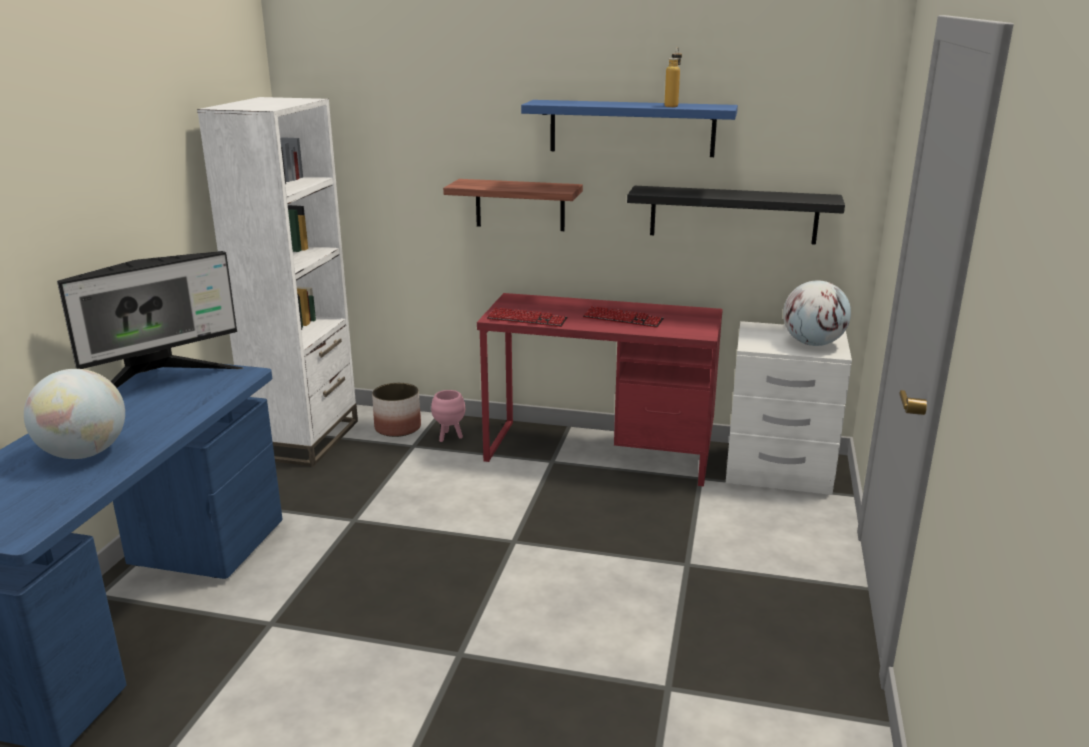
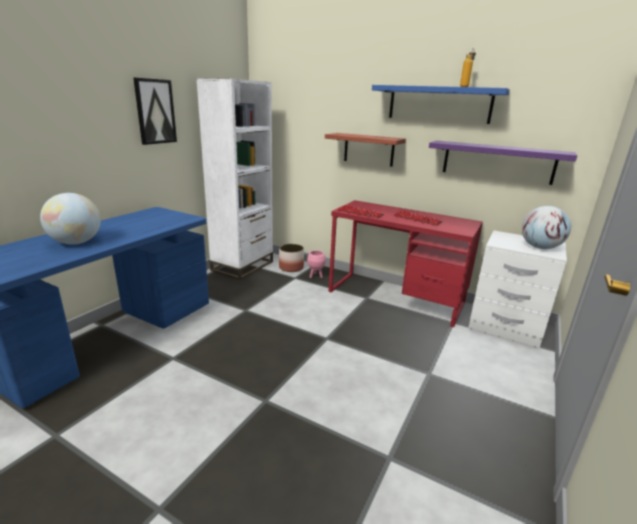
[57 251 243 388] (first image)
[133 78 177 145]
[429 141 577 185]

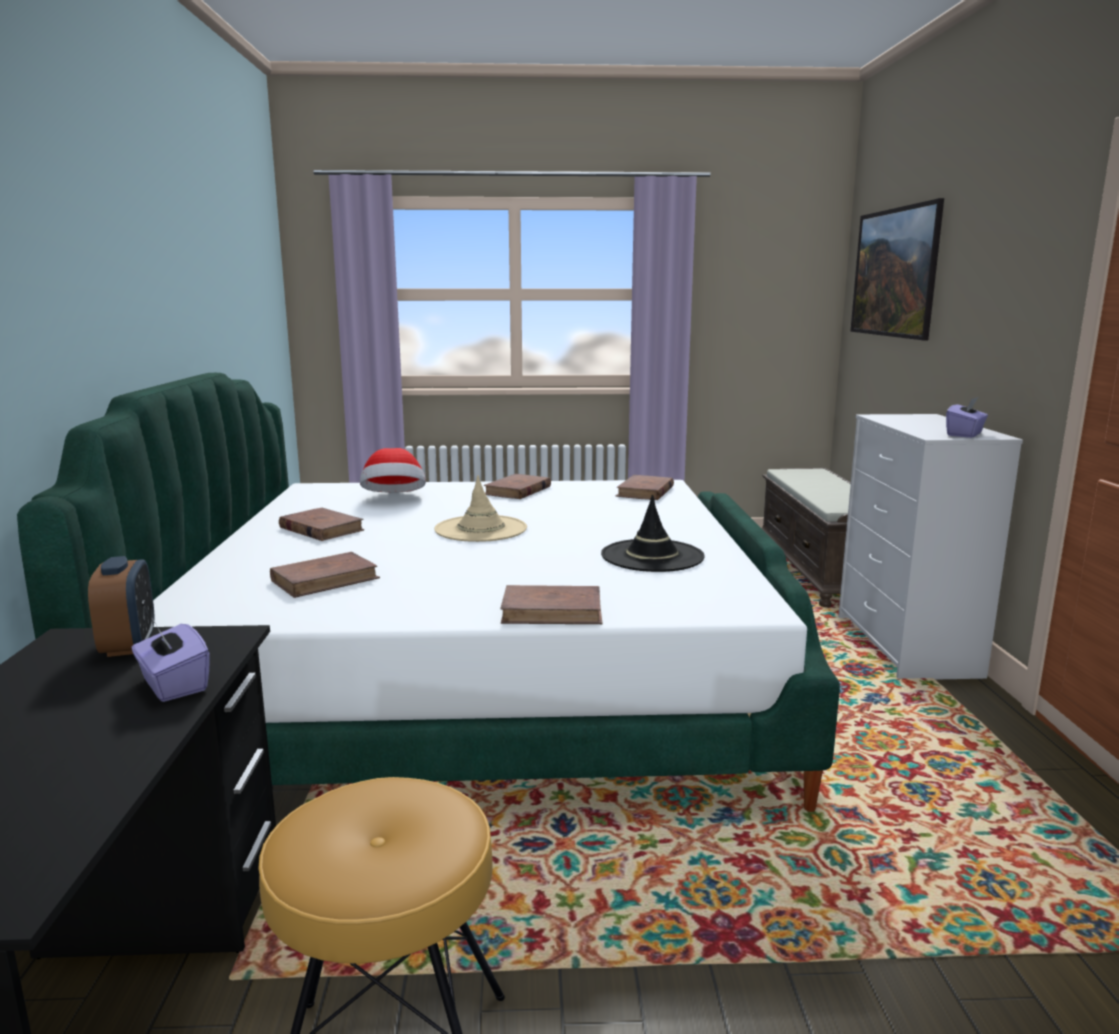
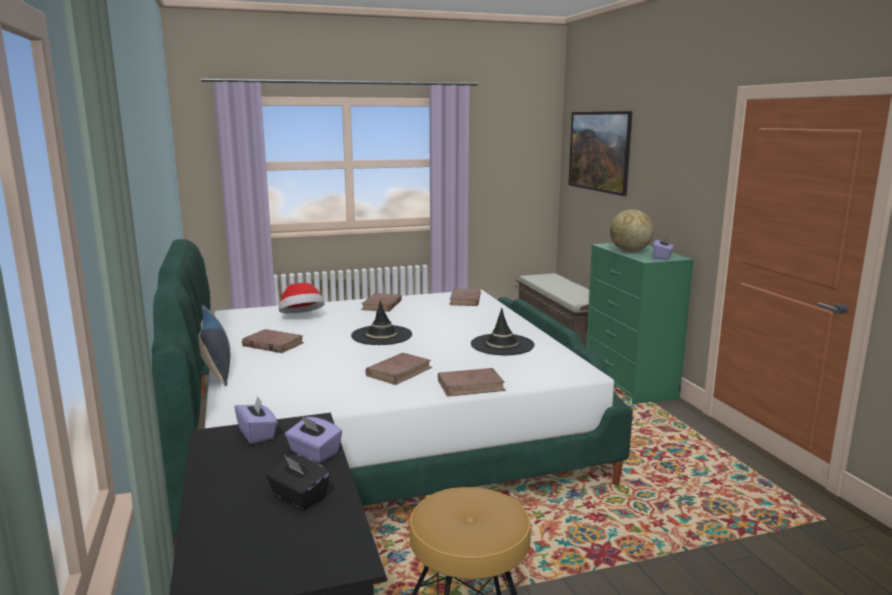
[198 305 230 386]
[266 454 330 510]
[610 209 654 252]
[365 353 432 385]
[234 395 278 444]
[351 301 412 345]
[586 243 694 404]

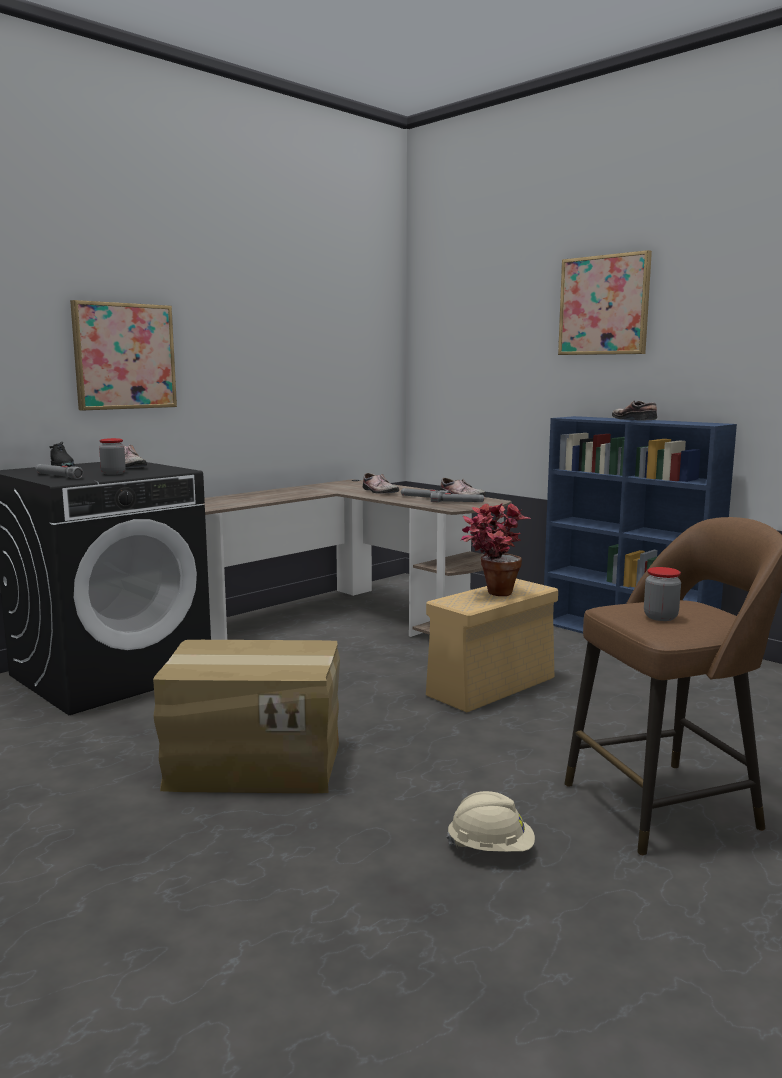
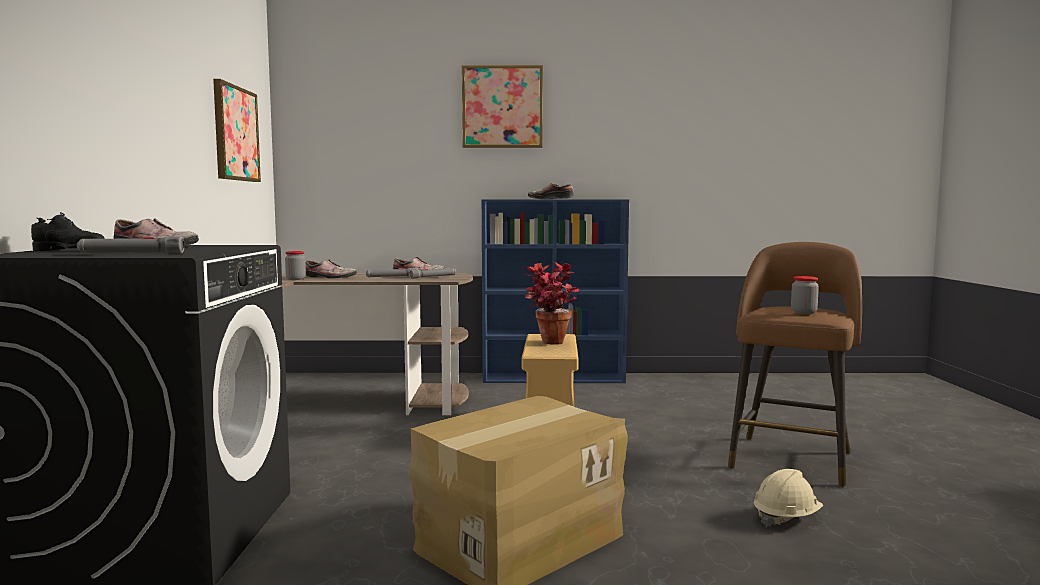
[213 79 261 182]
[285 251 306 280]

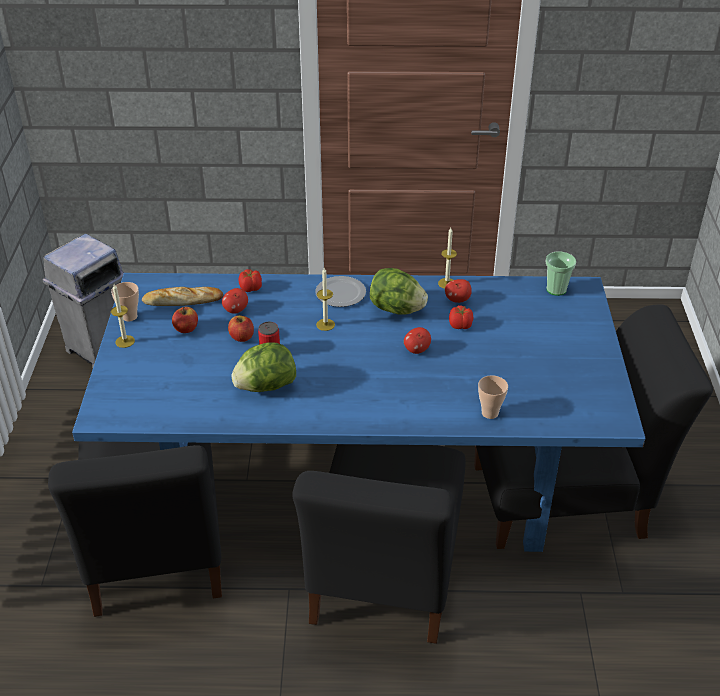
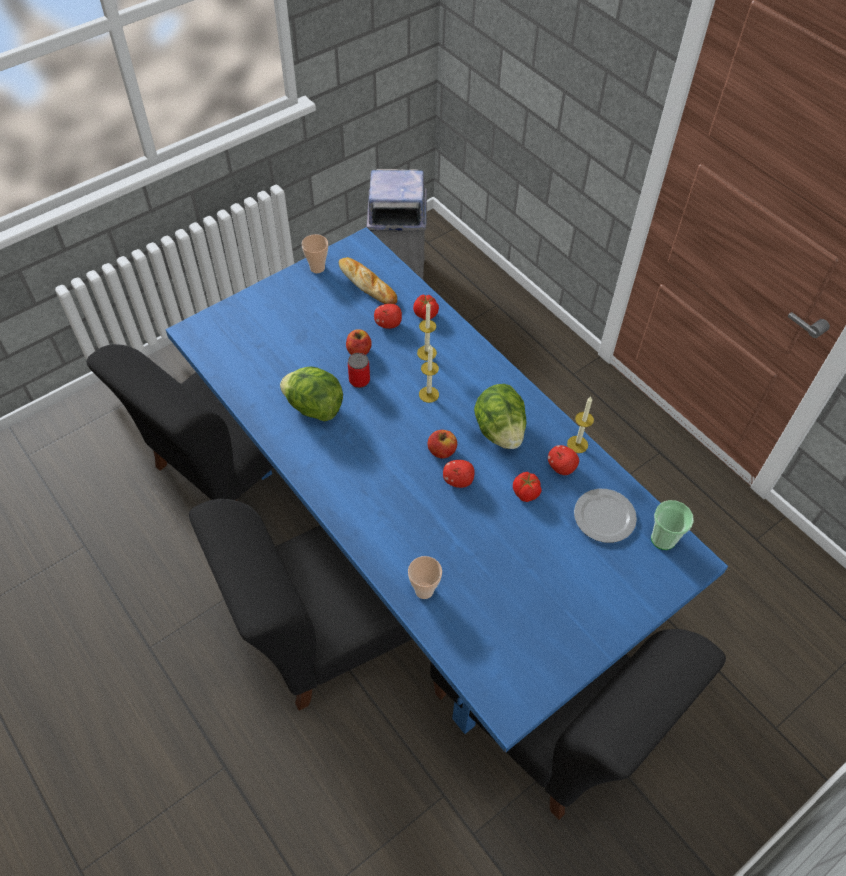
[417 302 437 361]
[428 430 457 459]
[574 489 637 543]

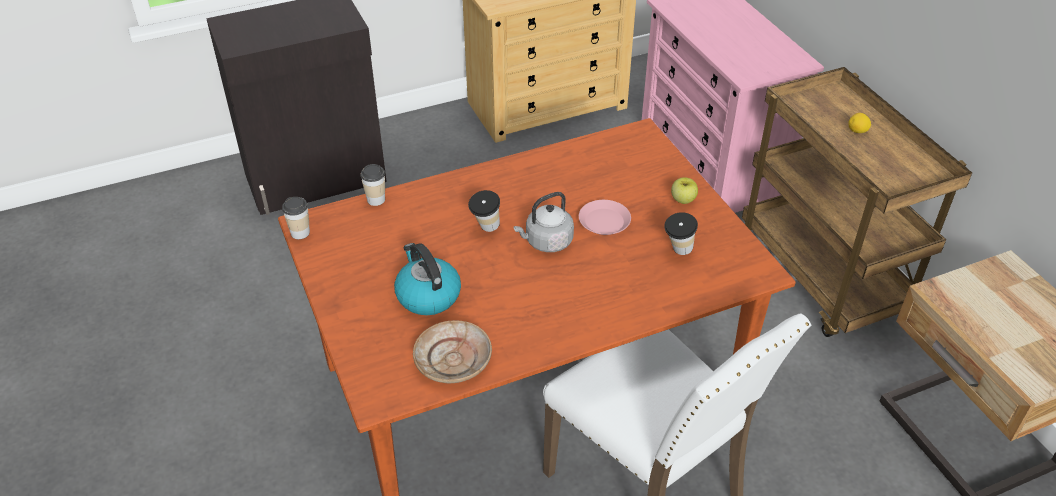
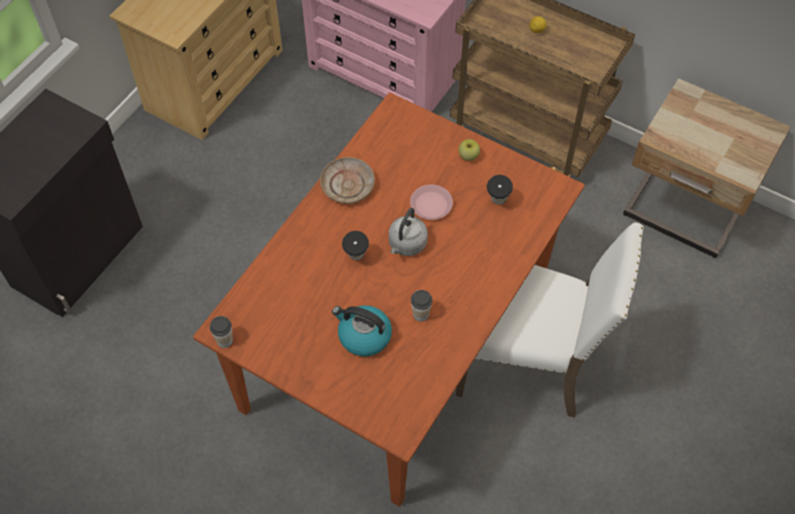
[411 290 432 322]
[320 157 375 204]

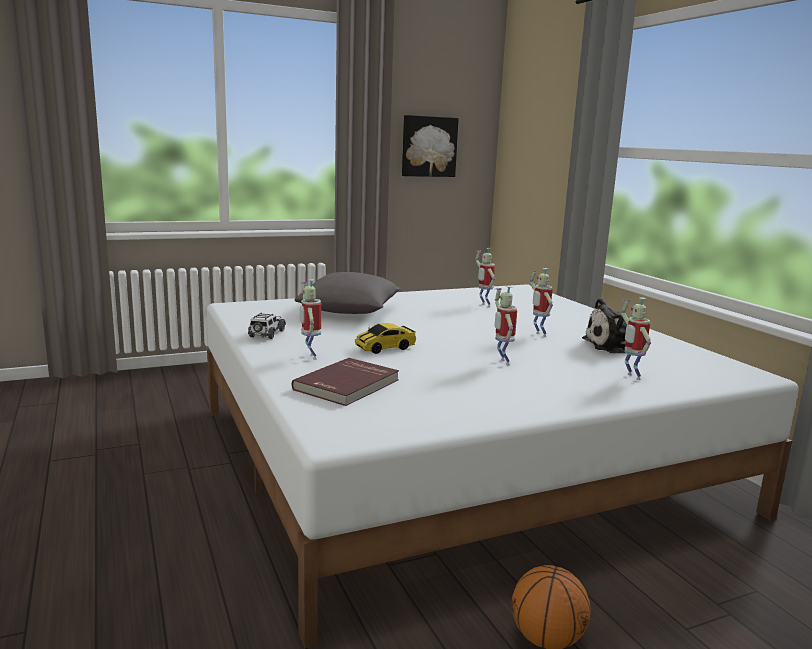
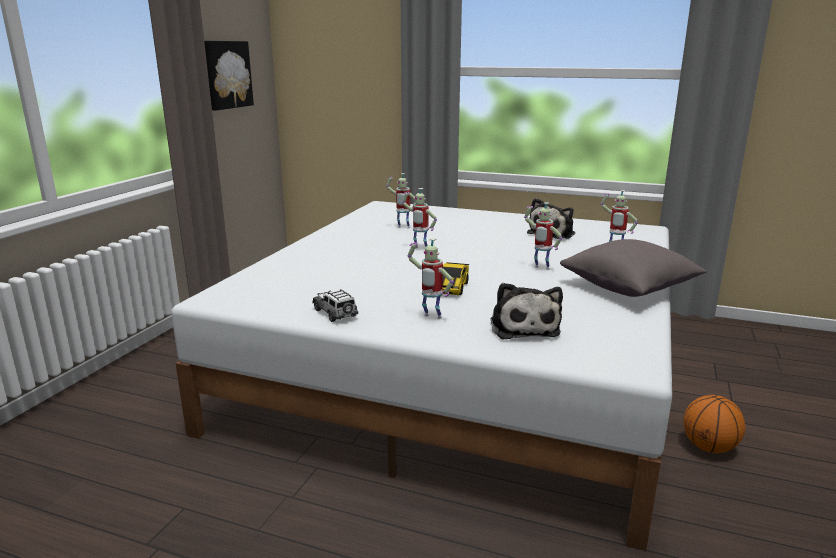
[560 239 707 297]
[402 188 437 248]
[490 283 563 339]

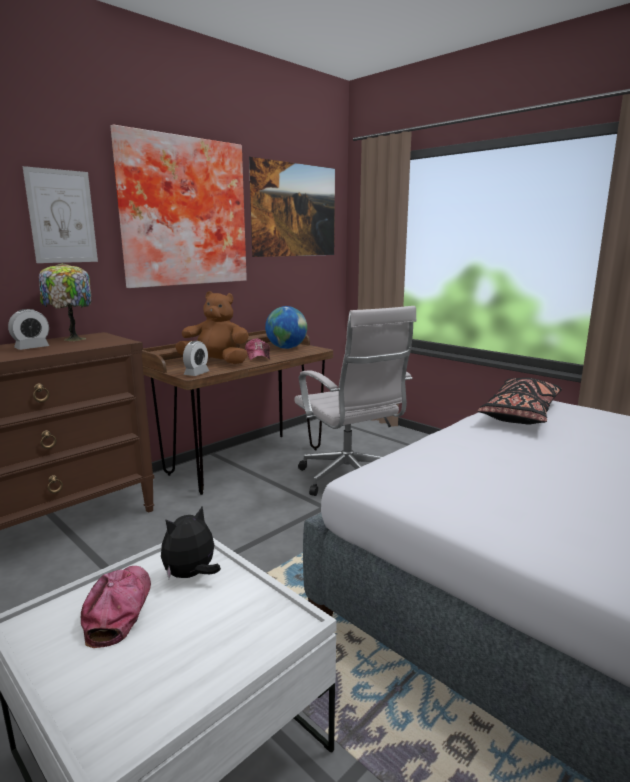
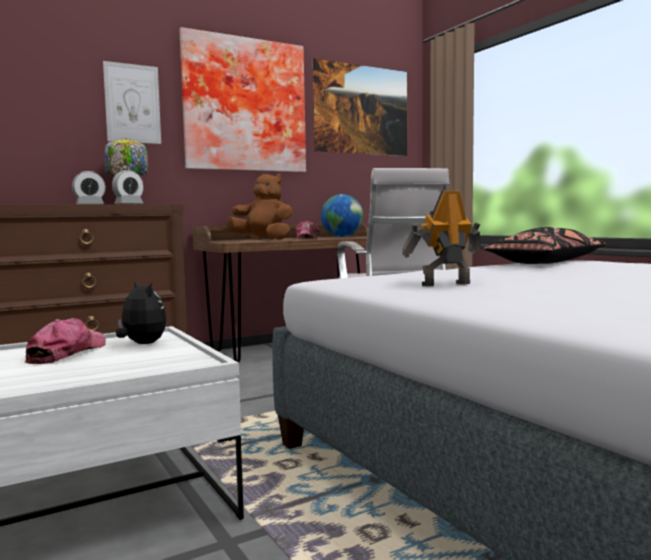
[403 190 480 286]
[112 170 144 204]
[116 281 166 344]

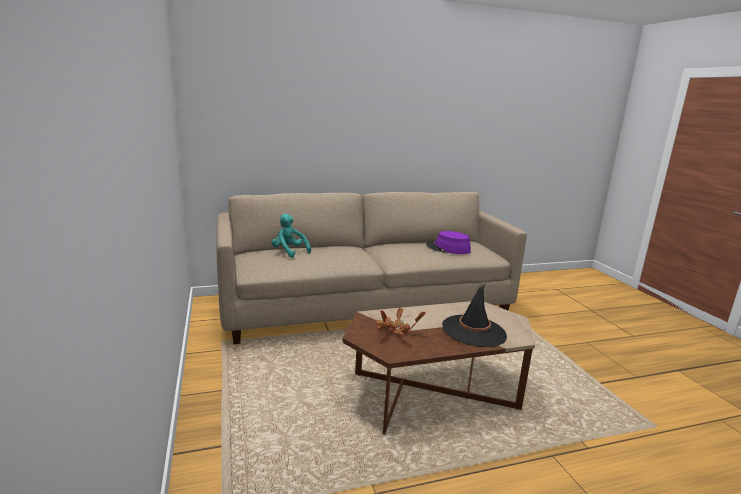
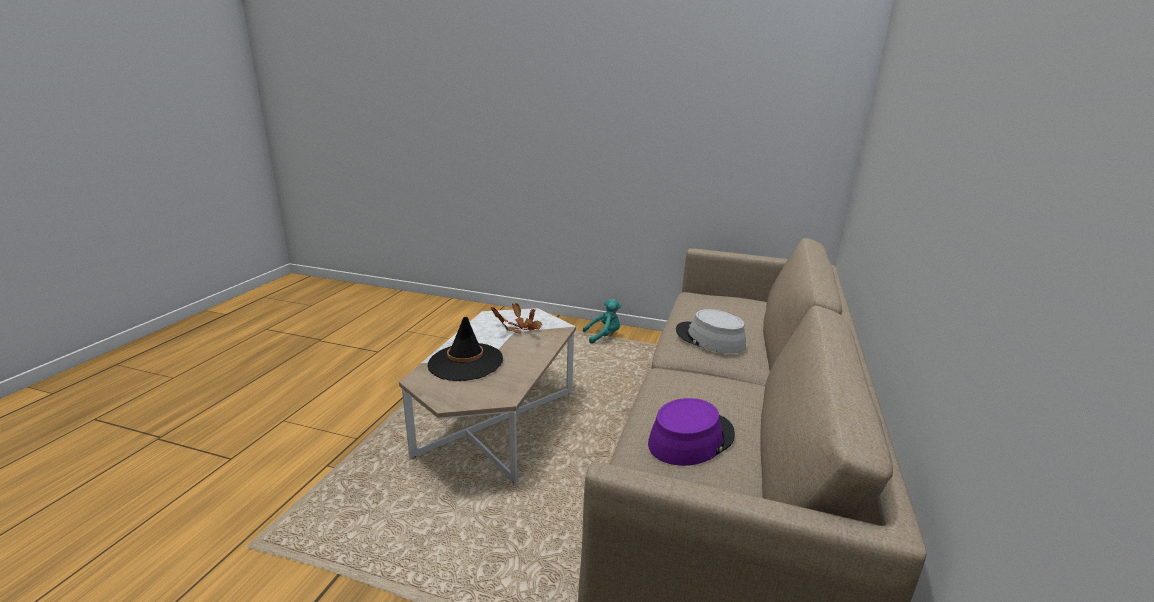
[676 309 746 353]
[583 299 622 344]
[399 308 576 484]

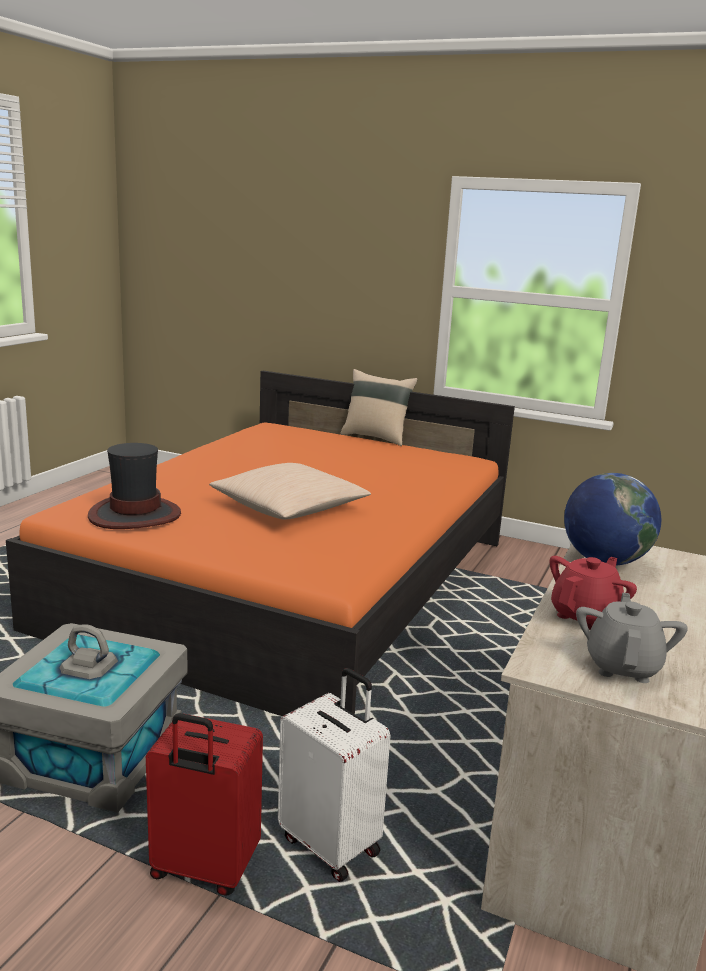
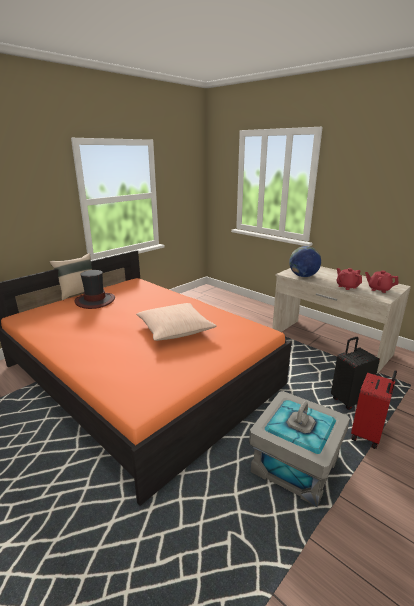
[75 270 115 309]
[331 337 380 410]
[365 270 399 293]

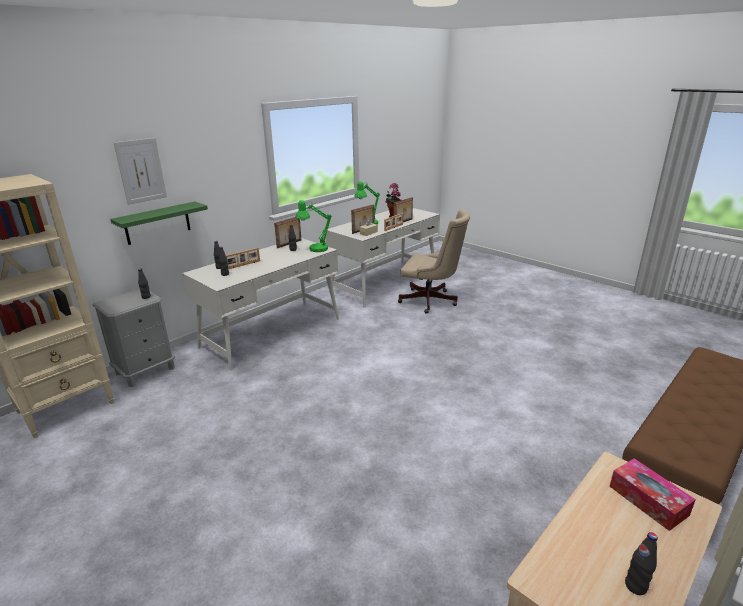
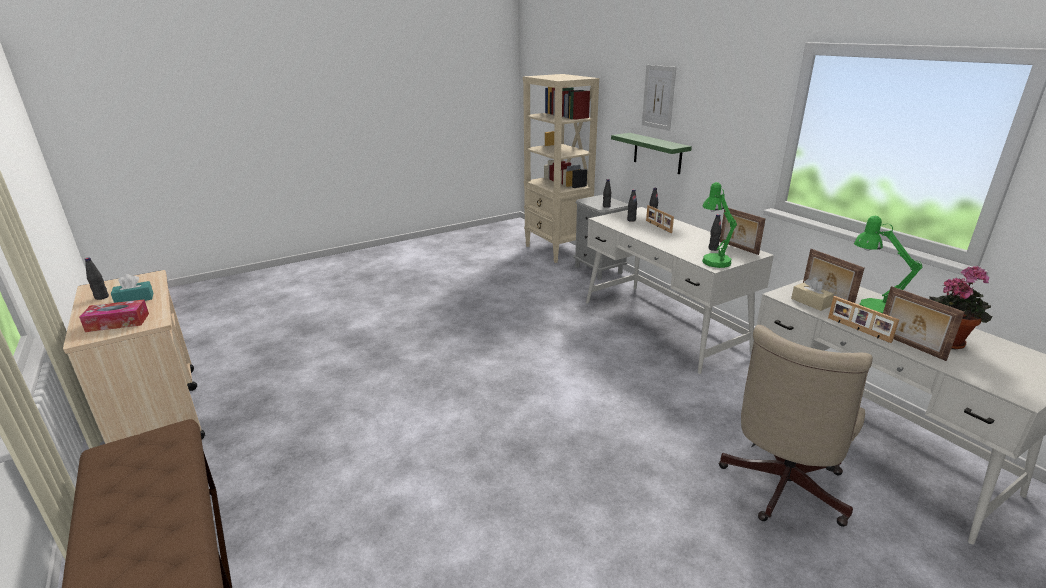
[111 274 153 303]

